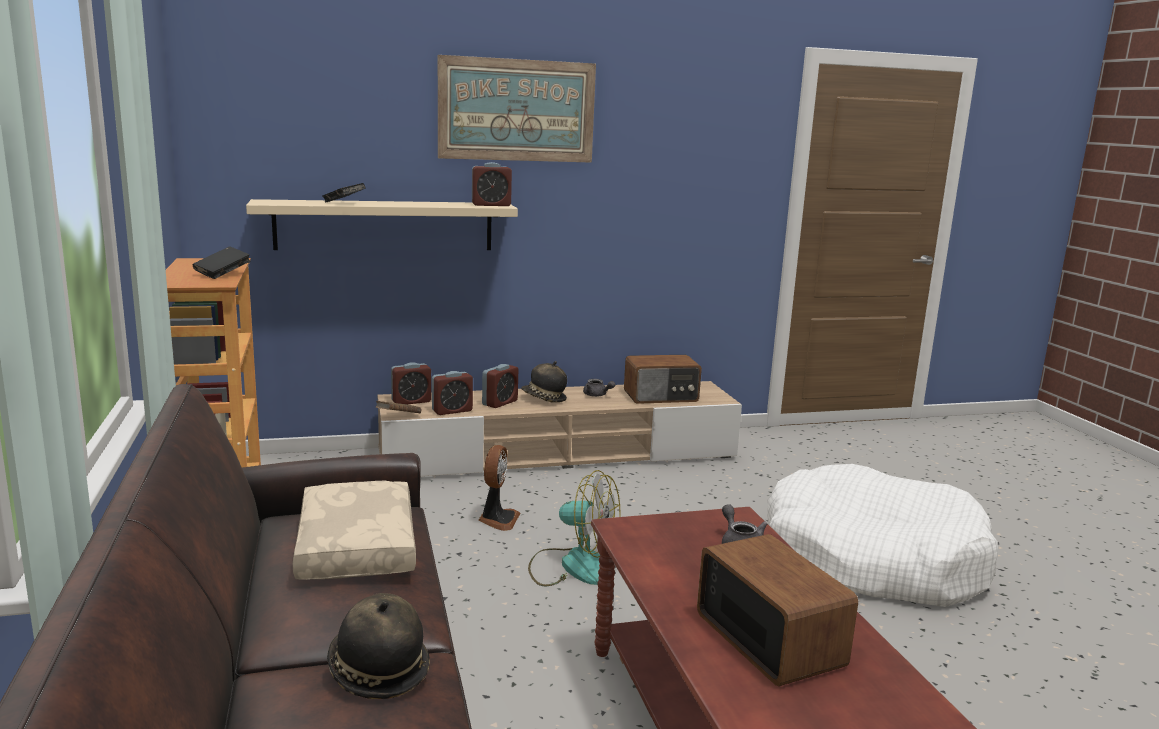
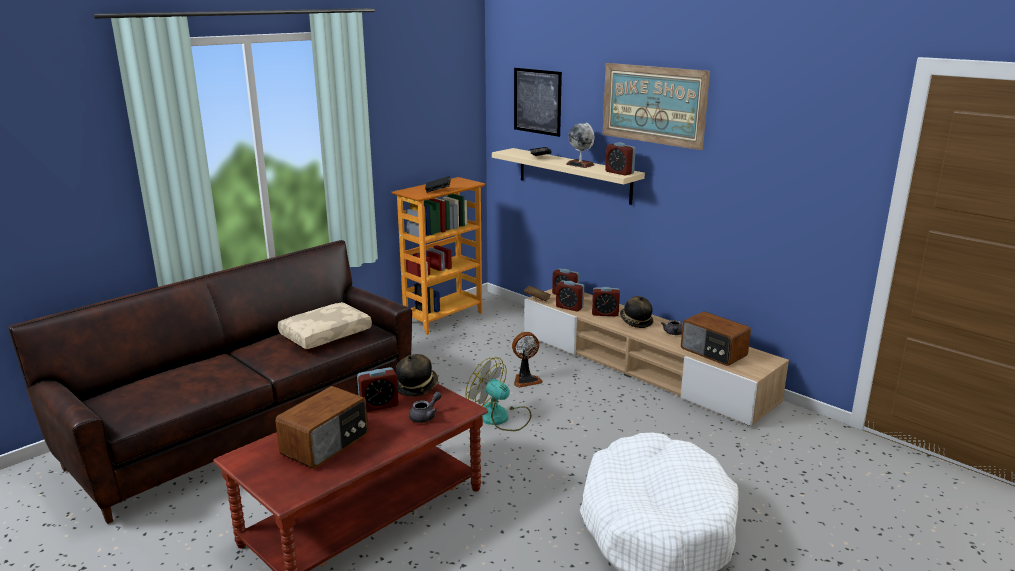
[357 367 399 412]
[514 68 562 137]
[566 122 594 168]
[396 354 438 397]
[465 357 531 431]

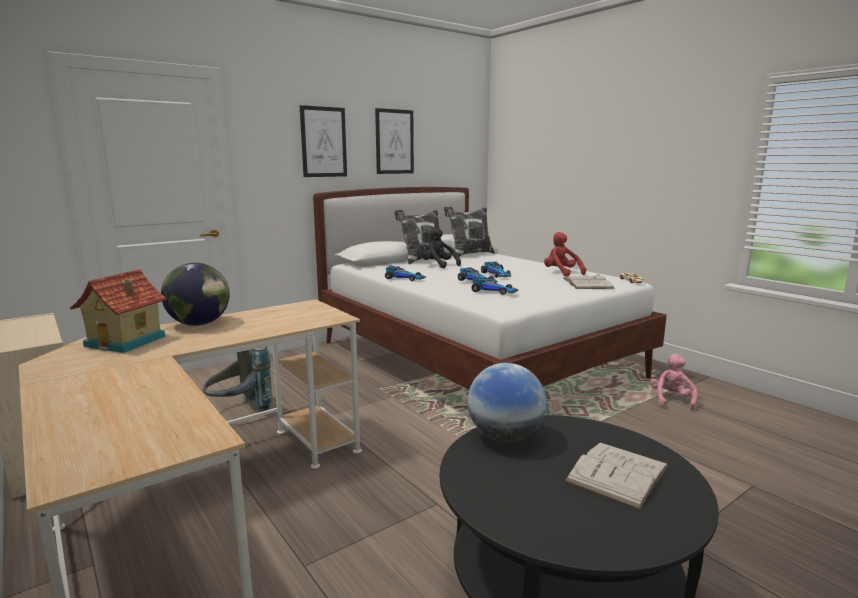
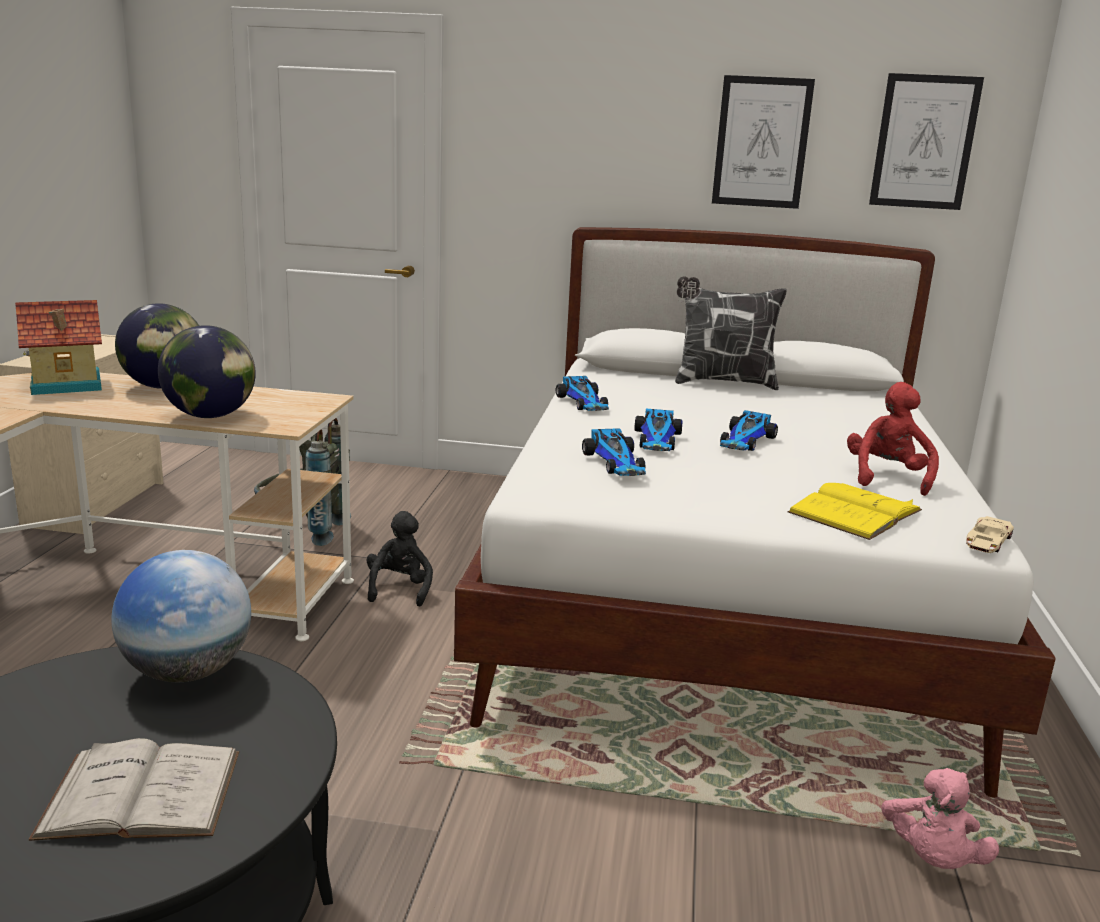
[444 207 495 257] (first image)
[158 325 256 418]
[869 73 984 210]
[366 511 433 607]
[788 483 922 540]
[881 768 999 869]

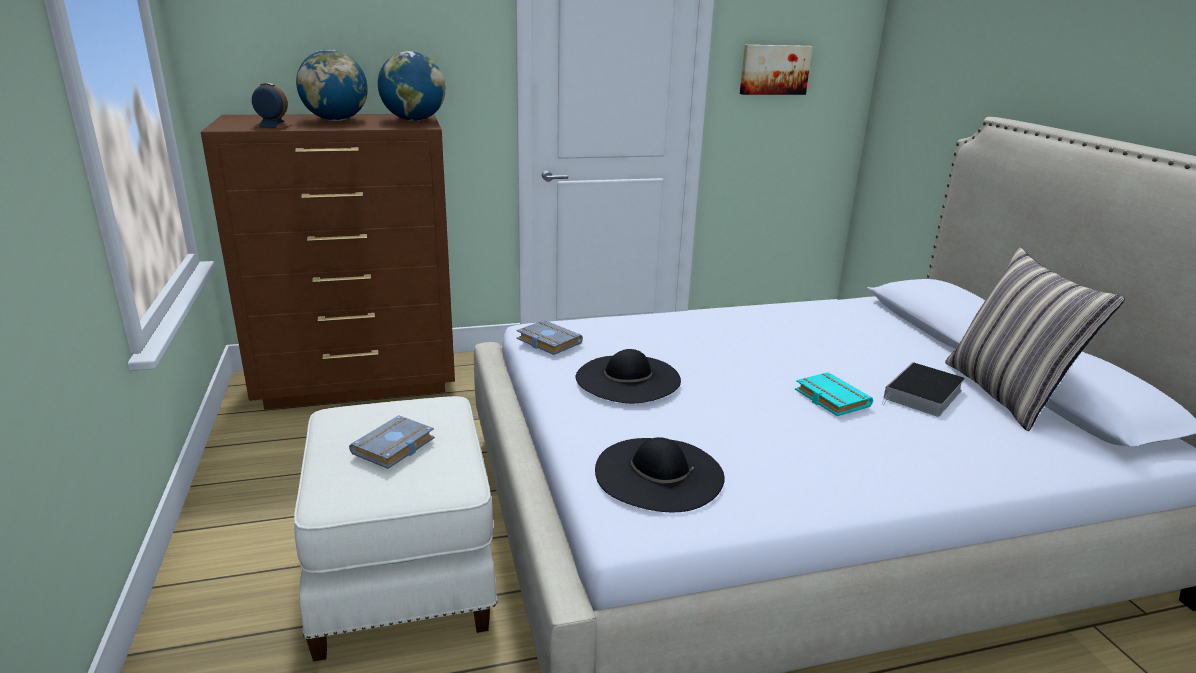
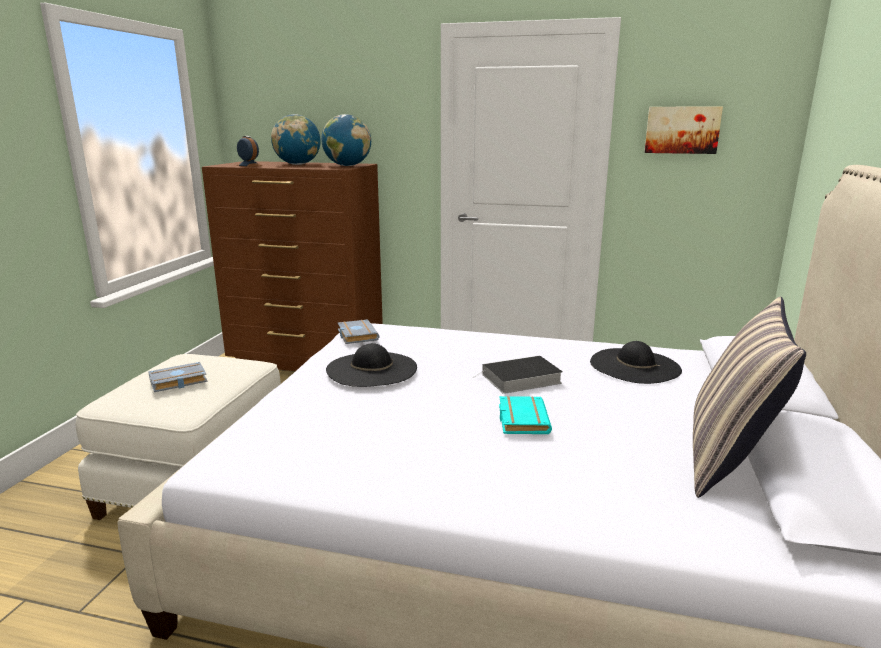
[590 341 682 384]
[472 355 563 394]

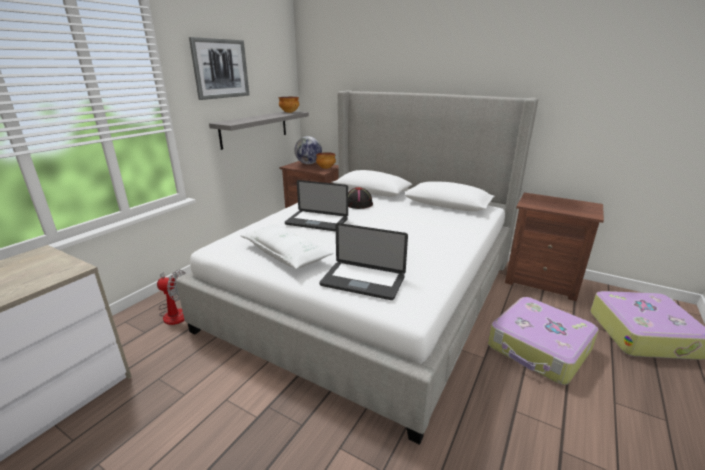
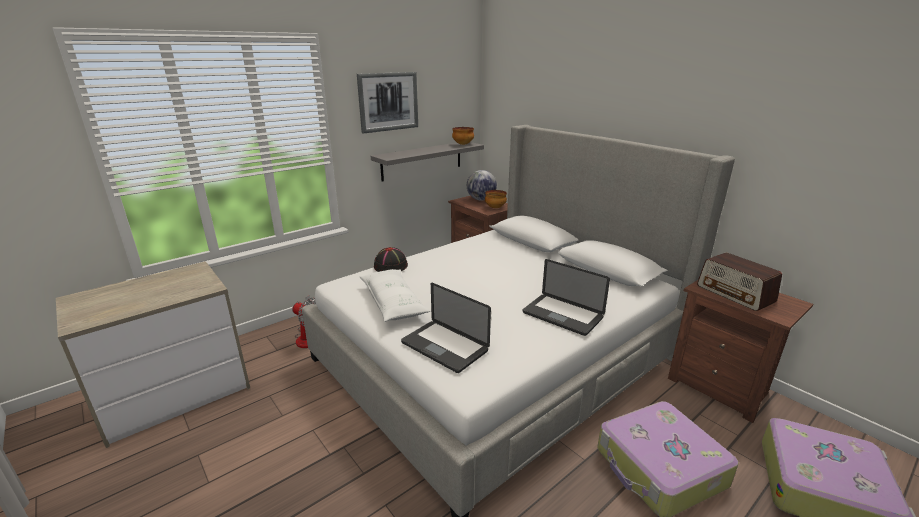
[697 252 782 311]
[523 259 610 336]
[374 247 408 272]

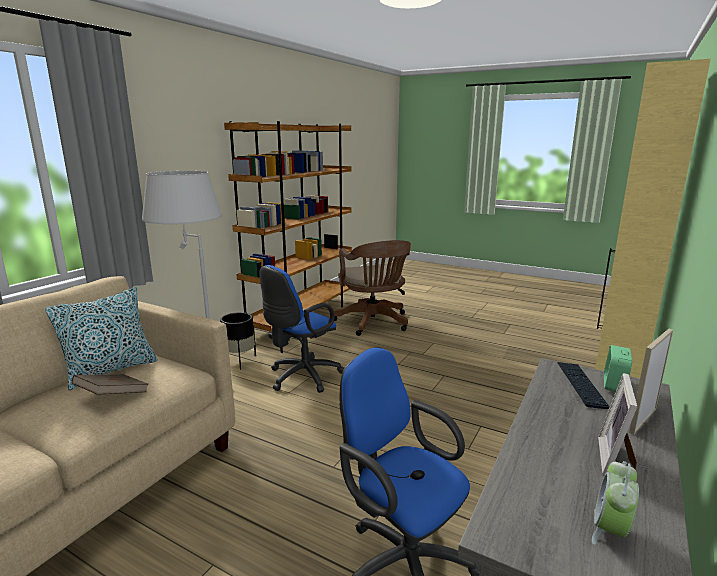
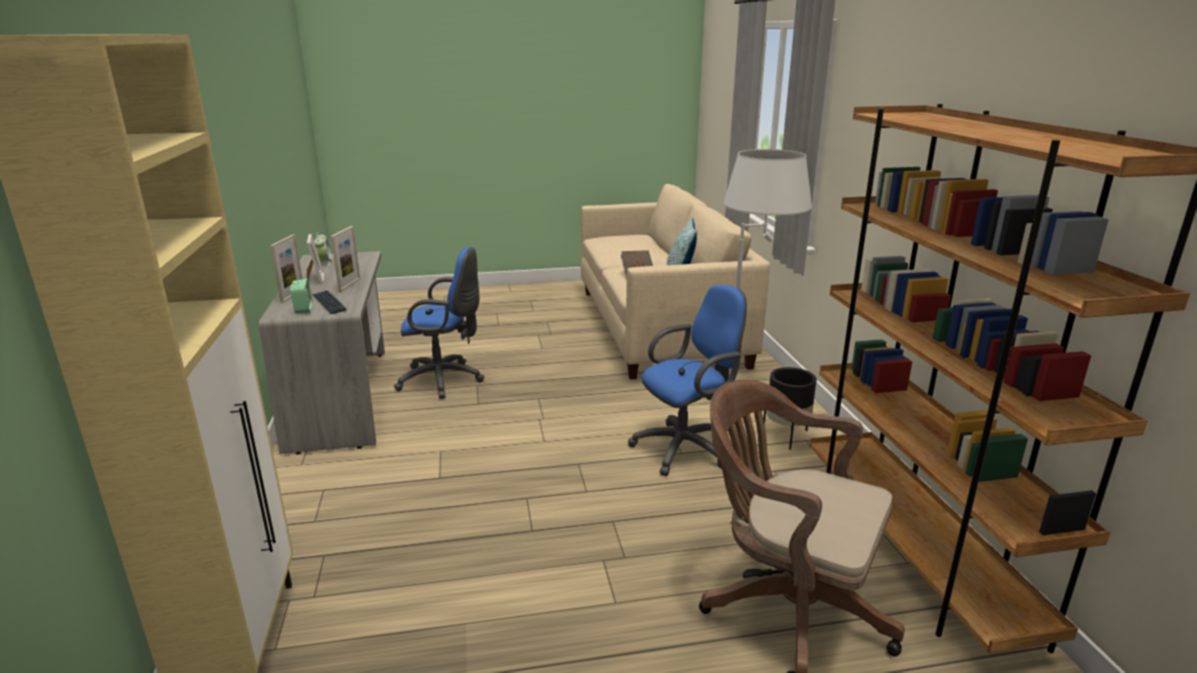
[331 226 360 291]
[628 285 747 476]

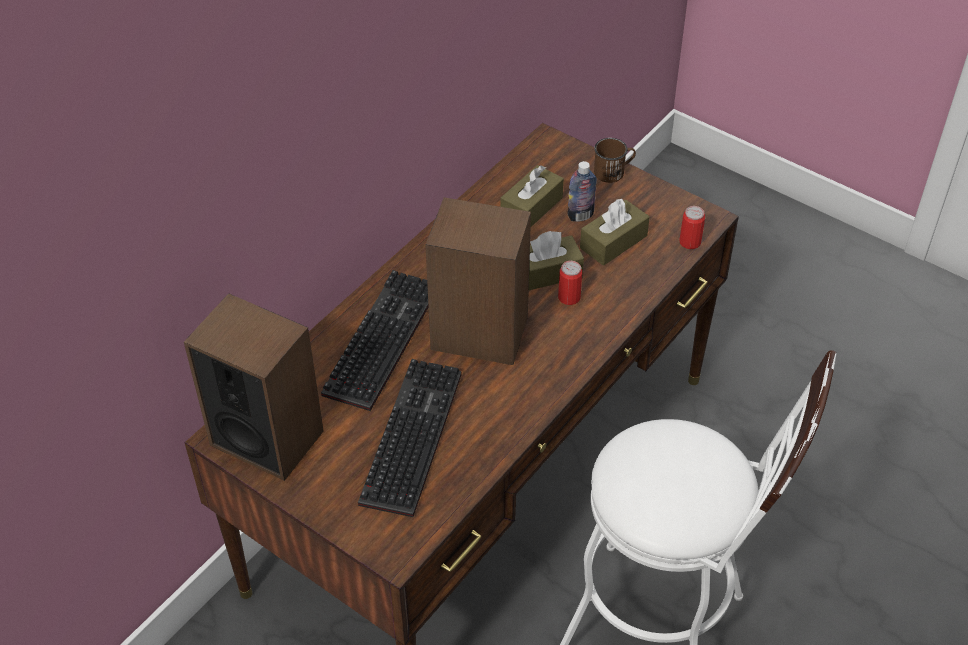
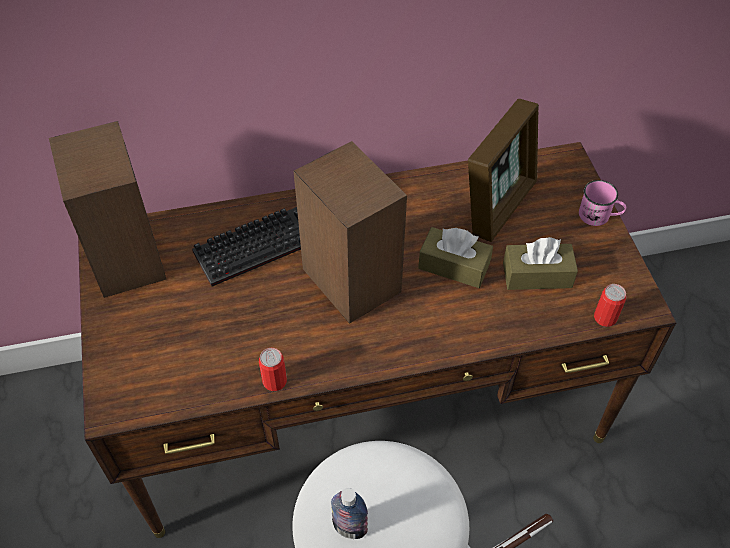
[358 359 462 517] (first image)
[259 348 287 391]
[331 488 368 539]
[468 99 539 242]
[579 180 626 226]

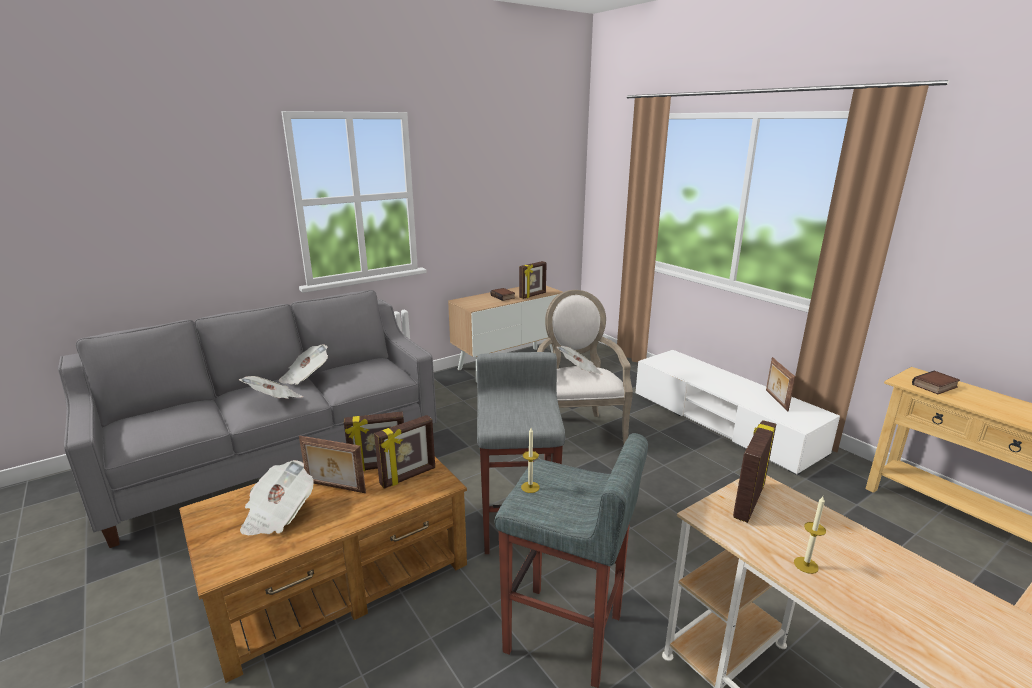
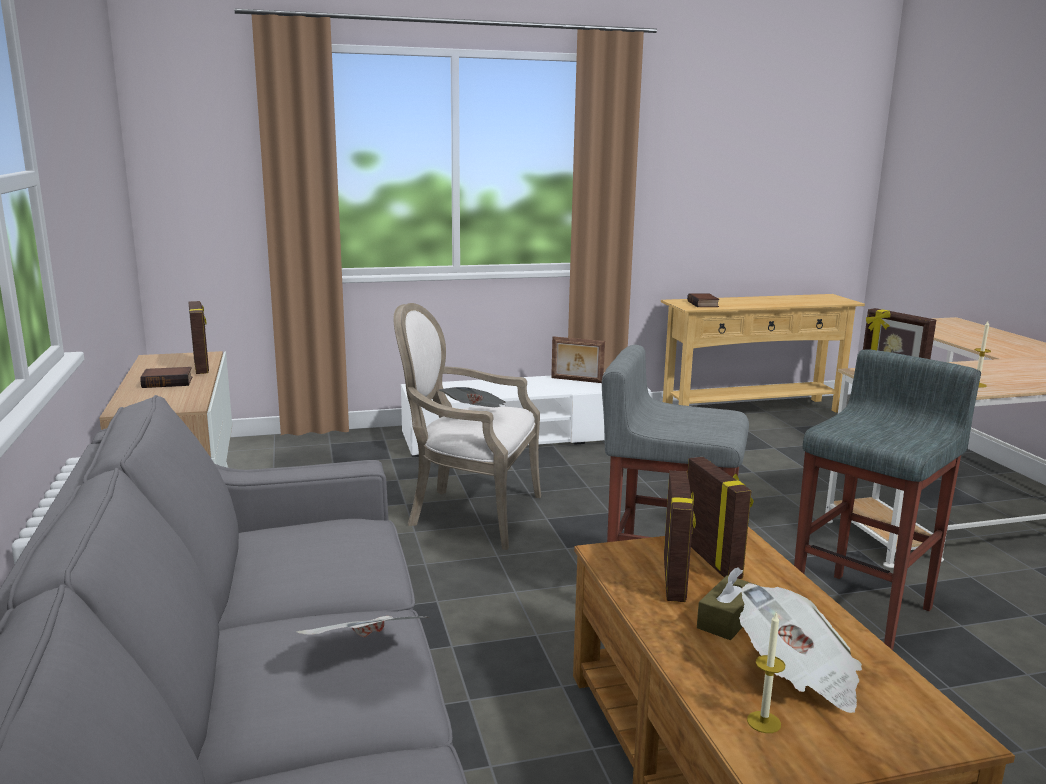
[279 344 328 385] (first image)
[747 612 785 733]
[697 567 759 640]

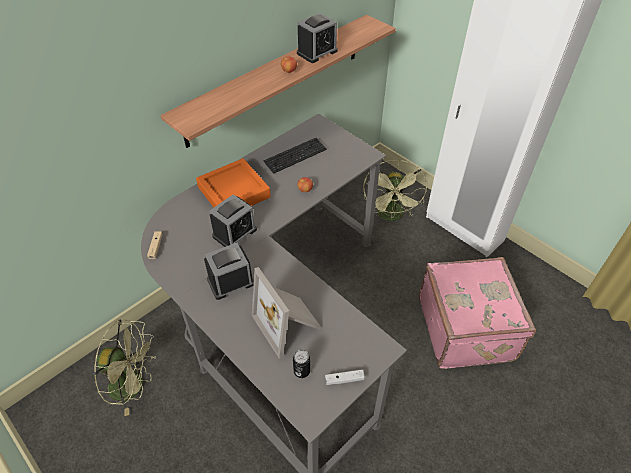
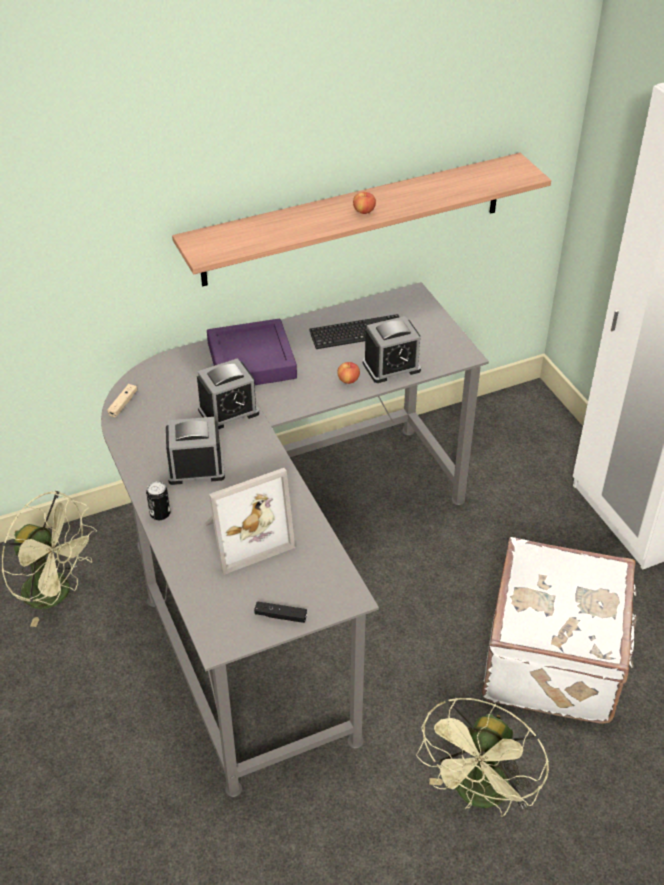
[146 481 171 520]
[363 316 421 383]
[416 698 549 817]
[207 319 297 385]
[254 601 307 623]
[482 537 637 724]
[205 468 295 575]

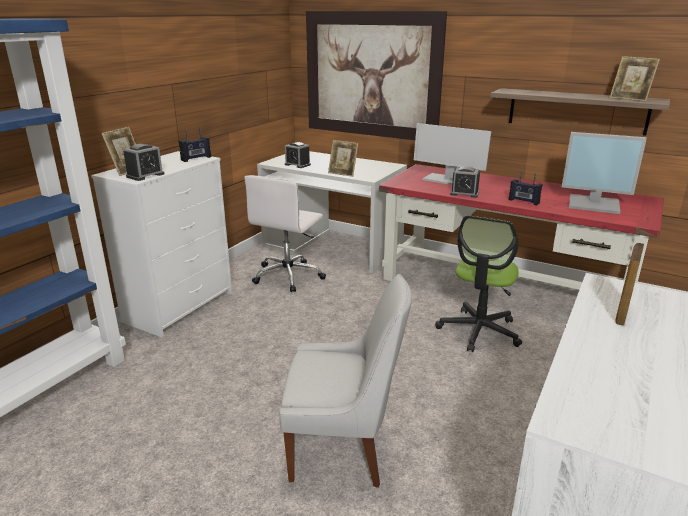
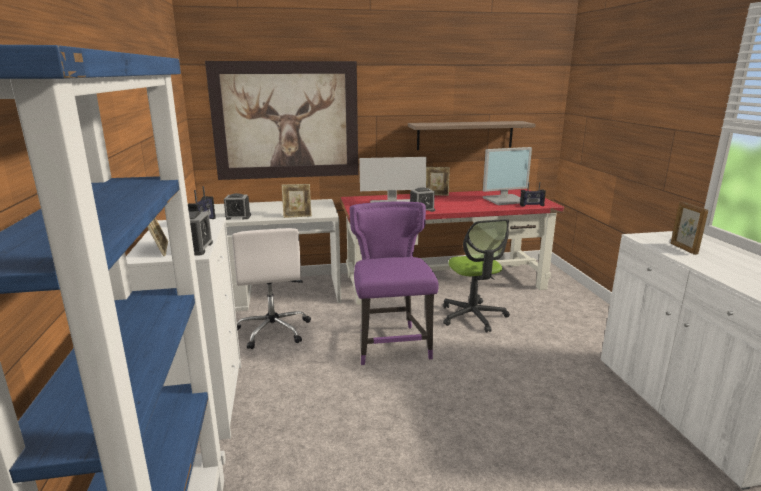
[279 274 412 488] (first image)
[350 202 439 365]
[520 182 546 207]
[426 167 450 196]

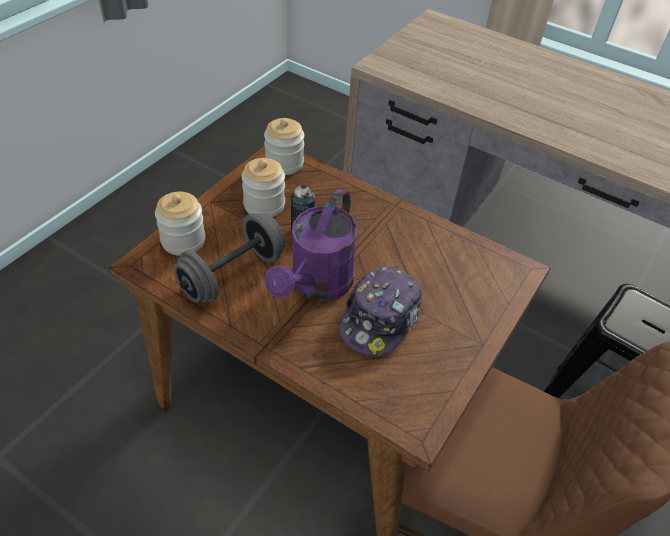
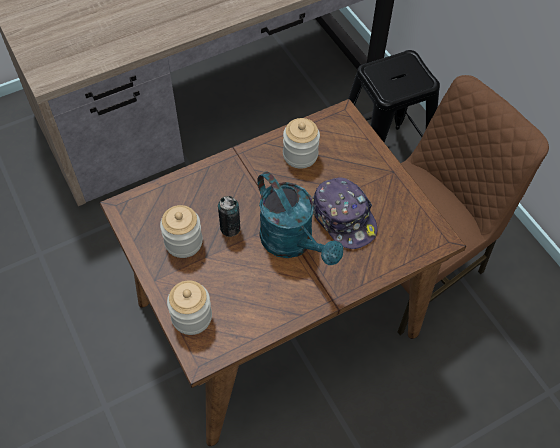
[173 213 286 303] (first image)
[283 118 320 169]
[257 171 343 265]

